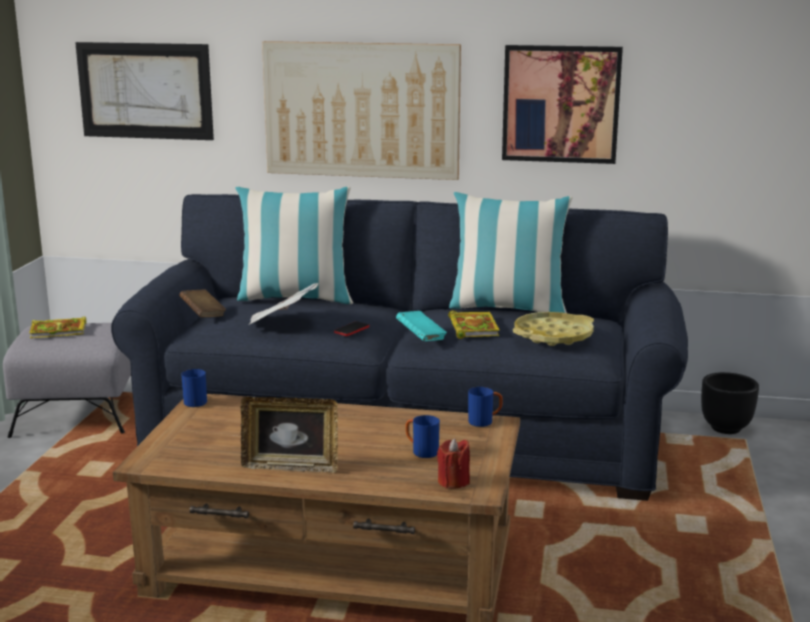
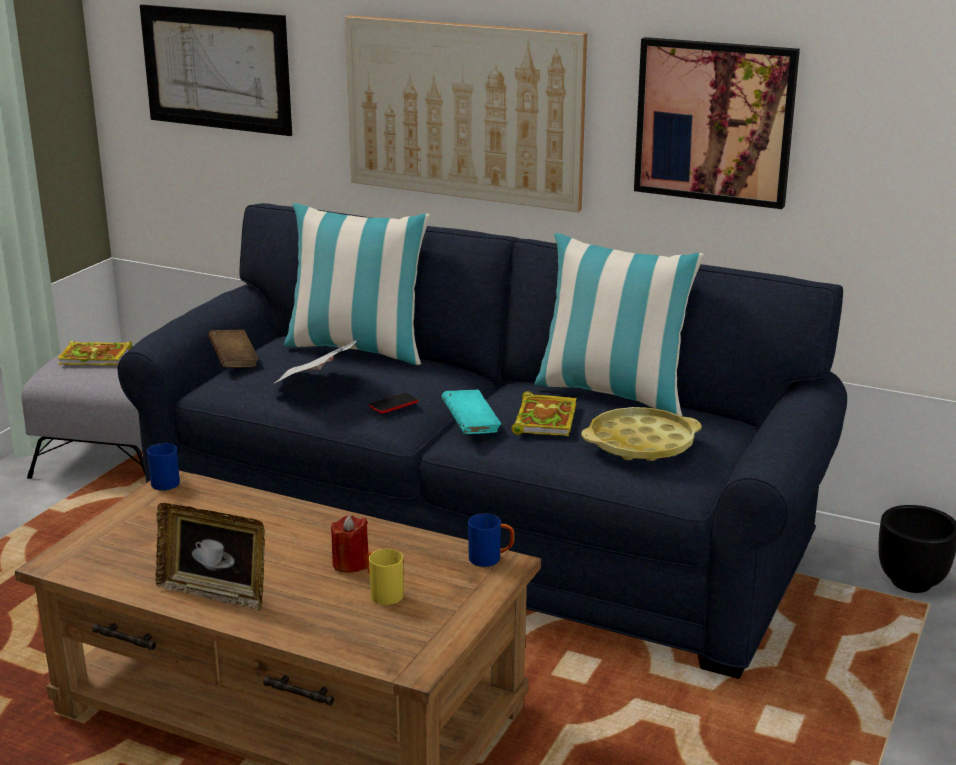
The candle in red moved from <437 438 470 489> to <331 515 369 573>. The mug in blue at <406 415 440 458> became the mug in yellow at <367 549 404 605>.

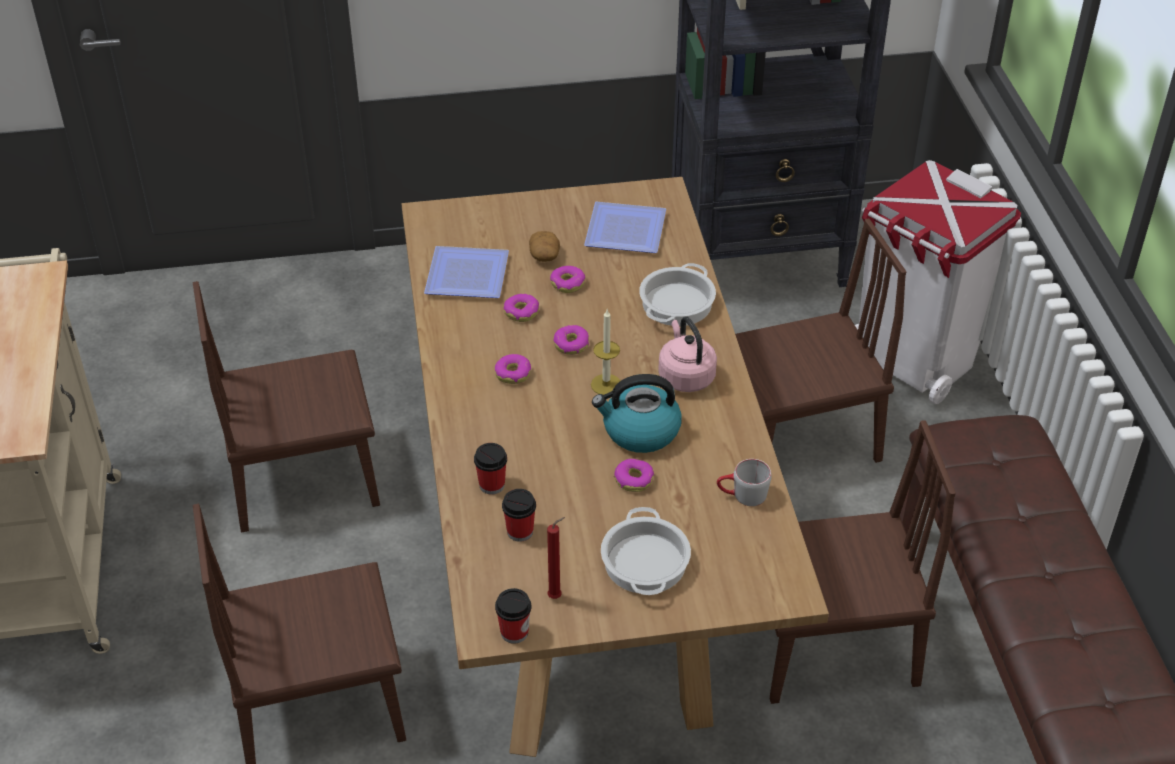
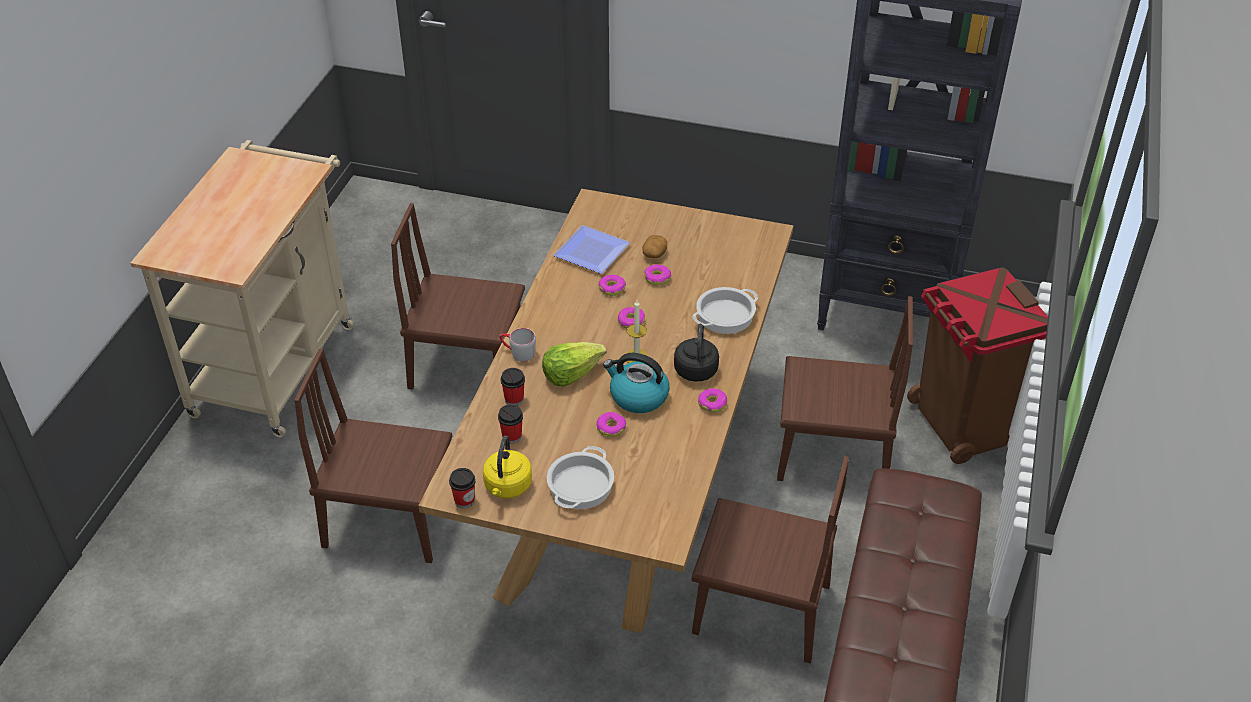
The plate at <584 201 666 253> disappeared. The lettuce at <542 342 607 387> appeared. The donut moved from <495 354 531 384> to <698 388 727 413>. The mug in grey moved from <717 459 772 506> to <500 328 536 362>. The candle in red at <547 517 565 599> was replaced by the kettle in yellow at <483 436 532 498>. The kettle in pink at <658 317 717 392> became the kettle in black at <674 324 719 382>. The trash can in white at <855 160 1021 404> became the trash can in brown at <907 267 1048 464>.

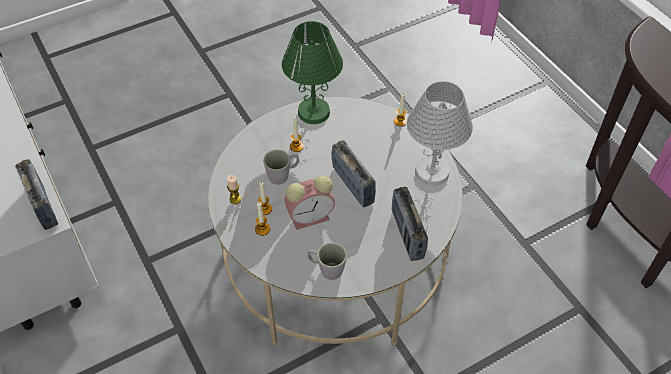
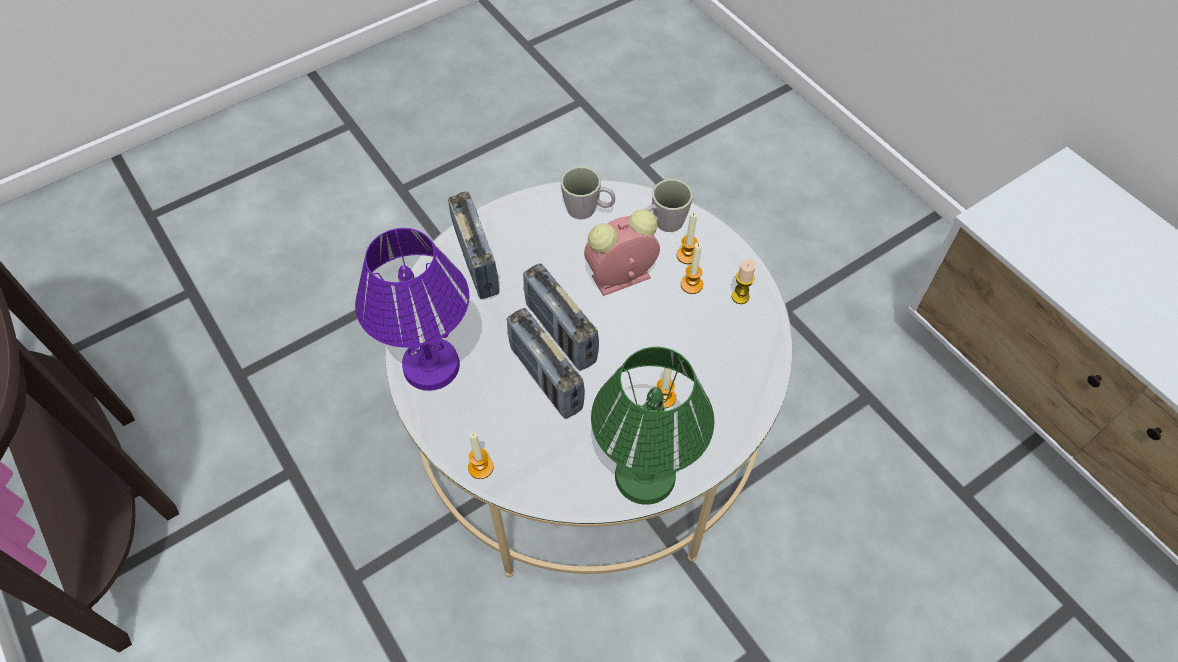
The radio moved from <15 159 58 230> to <507 308 585 419>. The mug in grey moved from <263 150 299 185> to <645 179 693 232>. The table lamp in white at <407 81 473 186> became the table lamp in purple at <355 228 469 391>.

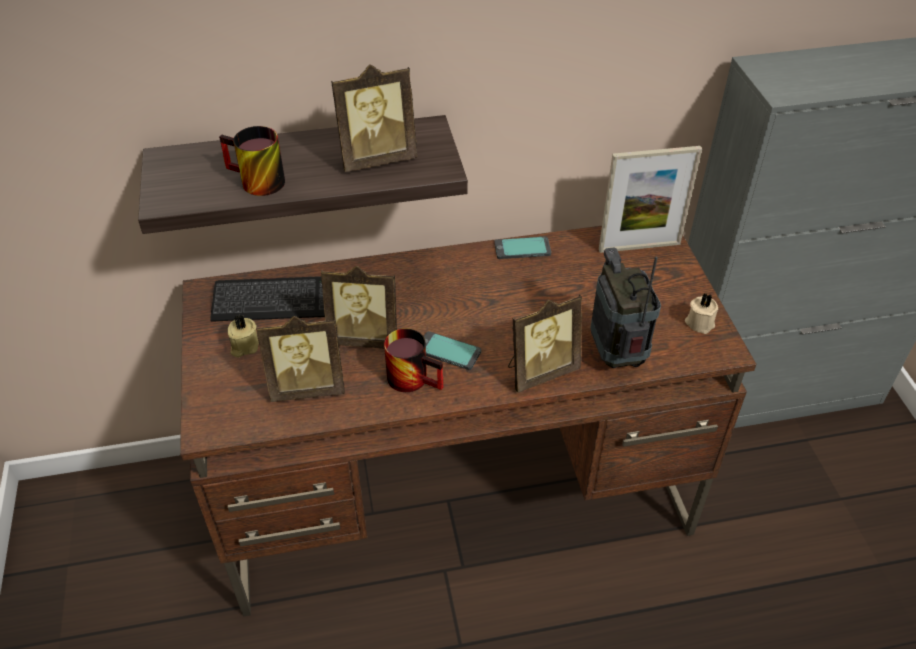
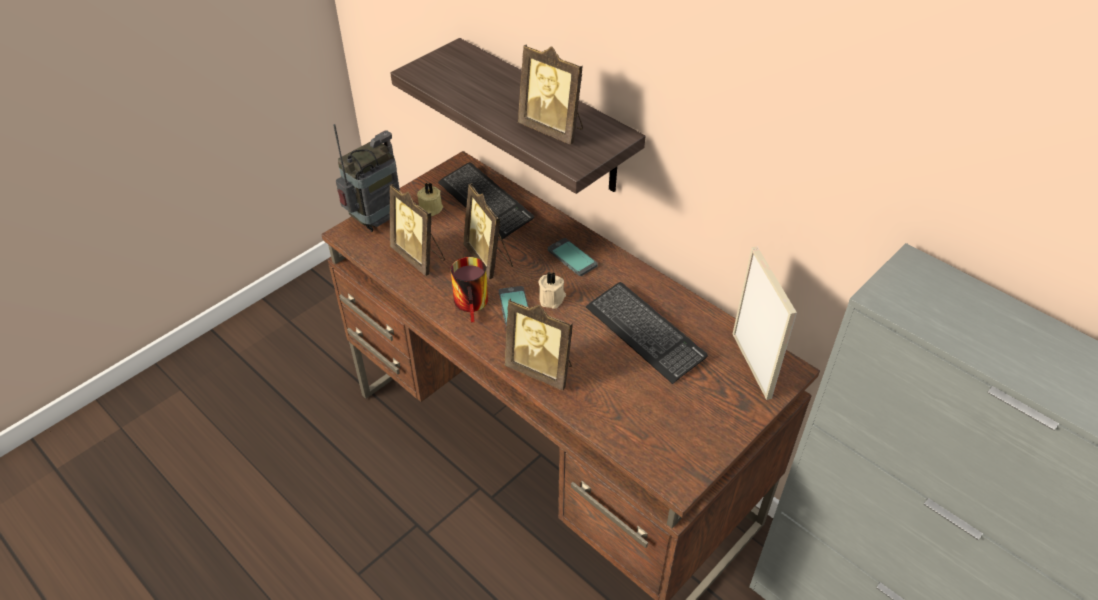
The mug at <219 126 285 196> disappeared. The keyboard at <586 282 708 384> appeared. The phone moved from <494 237 551 259> to <548 238 598 276>. The radio moved from <591 247 661 368> to <333 124 400 232>. The candle in beige moved from <685 294 718 334> to <539 272 566 309>. The picture frame at <599 146 702 253> turned 150 degrees counterclockwise.

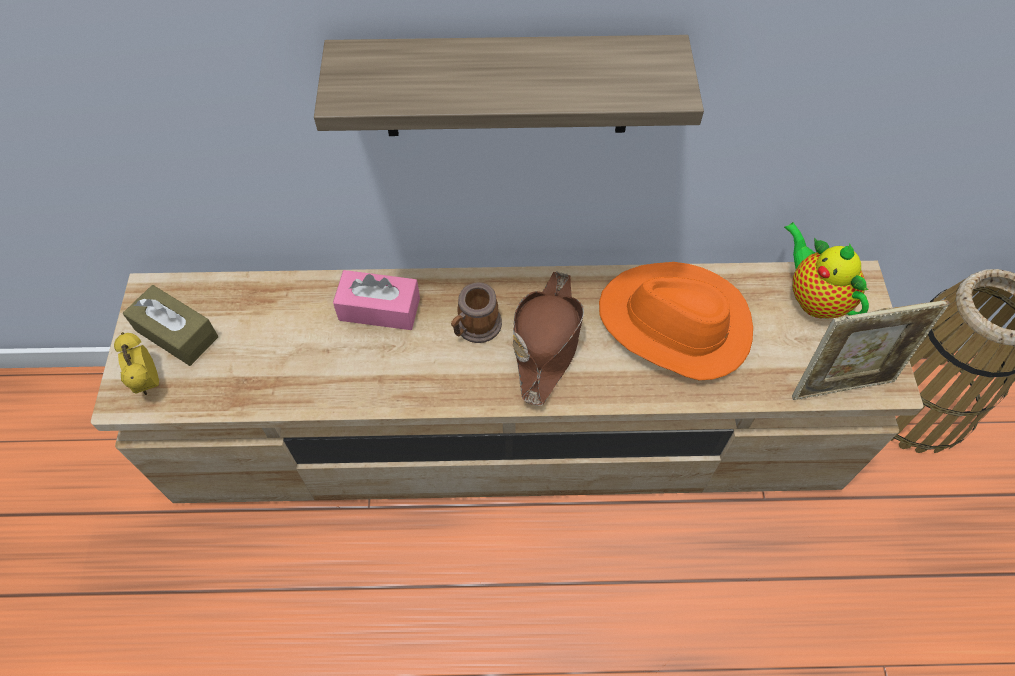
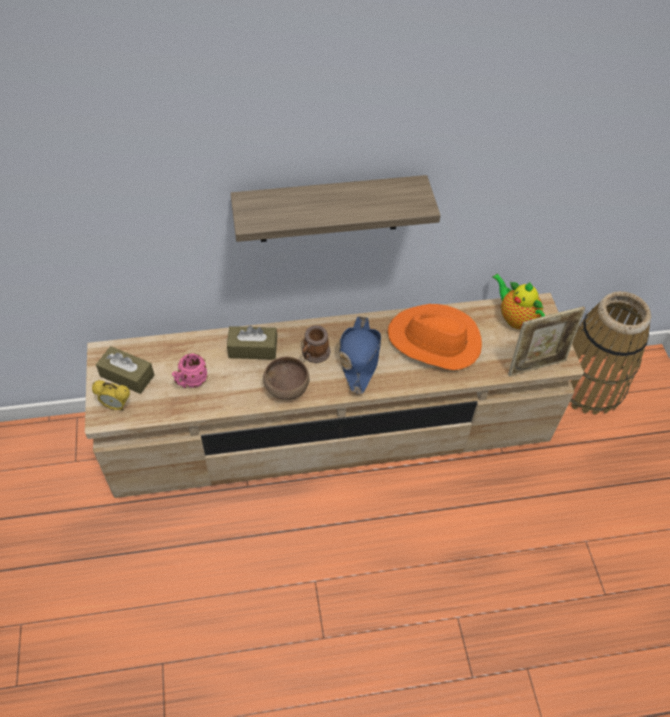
The mug in pink at <172 353 208 388> appeared. The bowl in brown at <263 357 309 400> appeared. The tissue box in pink at <333 270 420 330> became the tissue box in brown at <227 326 277 360>. The hat in brown at <513 271 584 406> became the hat in blue at <339 316 382 394>. The alarm clock at <114 332 159 395> turned 45 degrees counterclockwise.

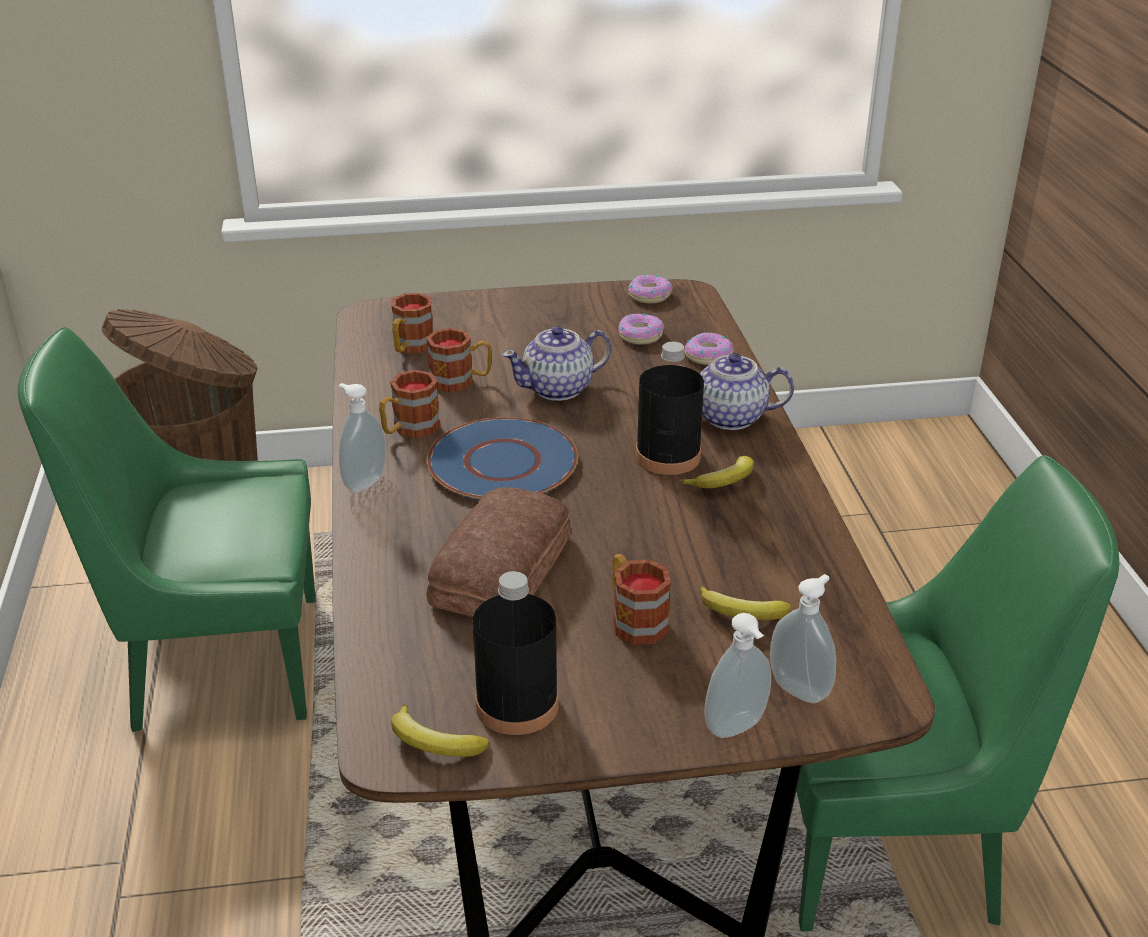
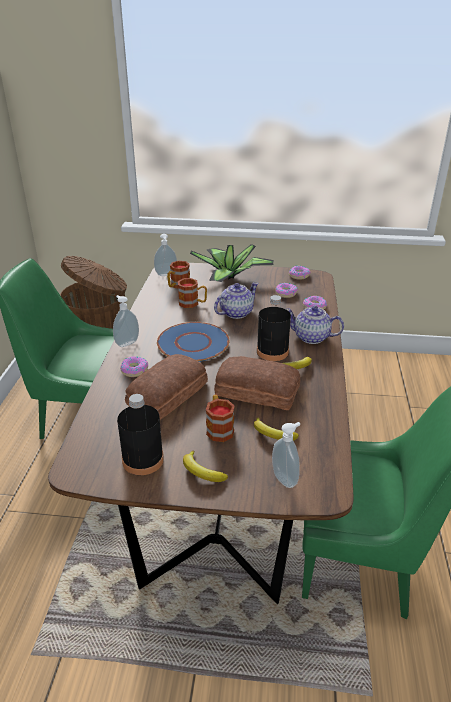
The mug at <379 370 440 438> disappeared. The donut at <120 356 148 377> appeared. The potted plant at <190 244 274 282> appeared. The bread at <214 356 300 410> appeared. The banana moved from <391 704 490 757> to <183 450 228 482>. The soap dispenser moved from <704 613 771 738> to <154 234 177 276>. The teapot at <502 326 611 401> turned 150 degrees clockwise.

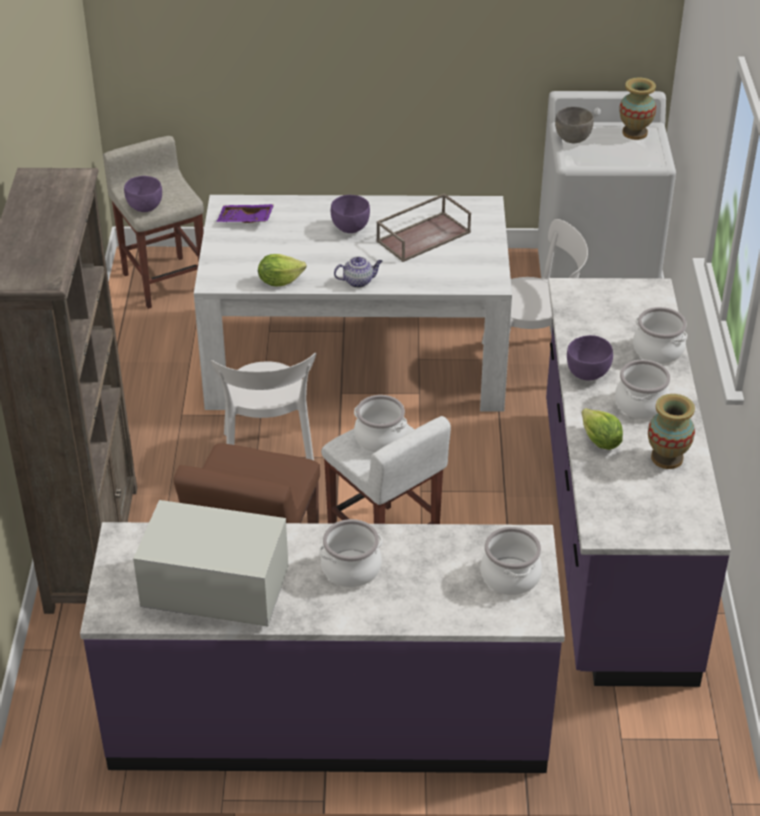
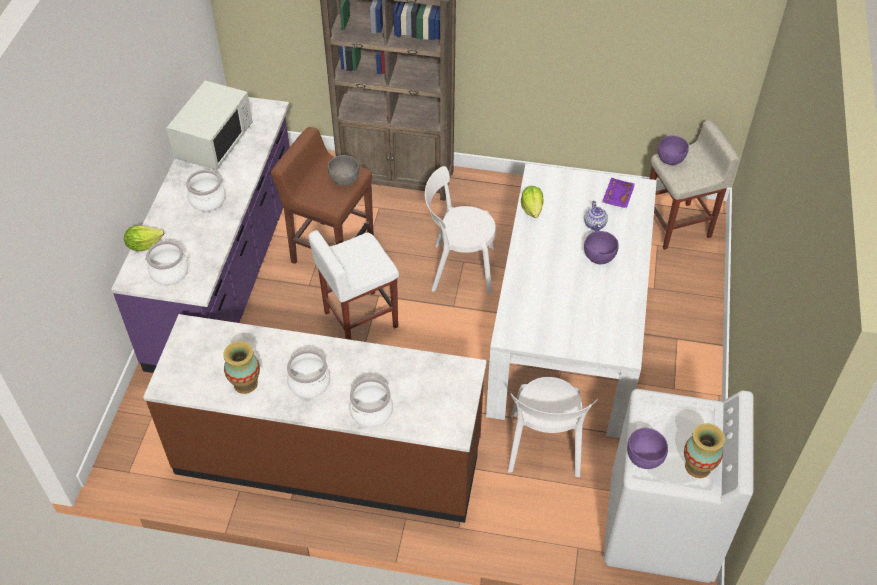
The cooking pot at <354 395 407 452> disappeared. The tray in brown at <376 193 471 262> disappeared. The teapot moved from <334 257 383 288> to <584 201 608 231>. The bowl in grey moved from <555 107 594 143> to <328 155 359 186>. The bowl in purple moved from <567 335 613 380> to <627 428 668 469>. The lettuce moved from <582 408 623 450> to <124 225 164 251>. The counter in purple at <546 278 731 687> became the counter in brown at <143 314 487 523>.

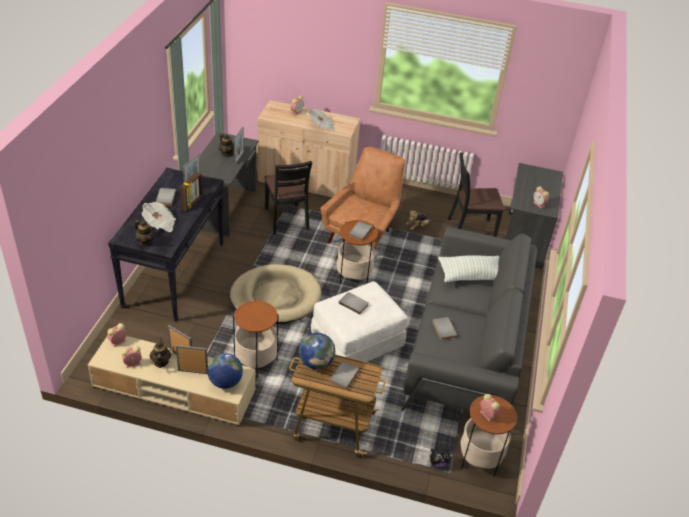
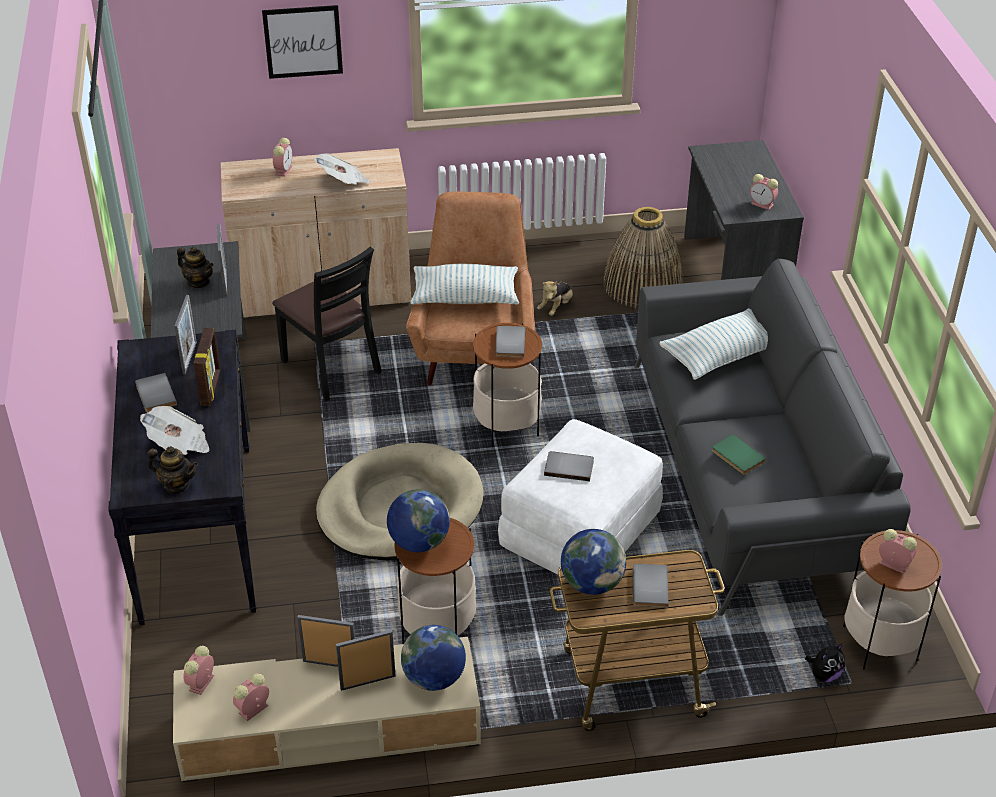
The teapot at <150 338 171 368> disappeared. The picture at <262 5 343 79> appeared. The globe at <387 489 450 552> appeared. The pillow at <410 264 519 305> appeared. The chair in black at <448 152 505 237> was replaced by the basket at <603 207 683 308>. The book in grey at <432 317 458 340> became the book in green at <712 434 766 475>.

